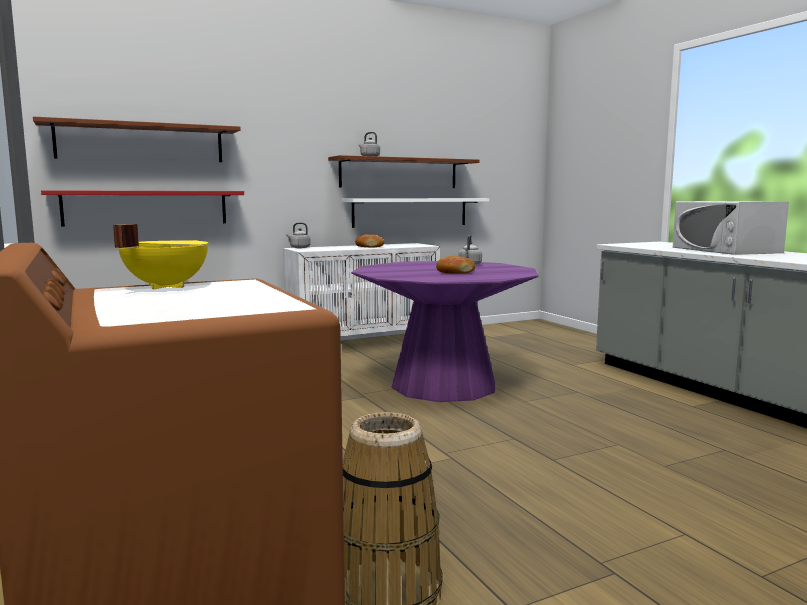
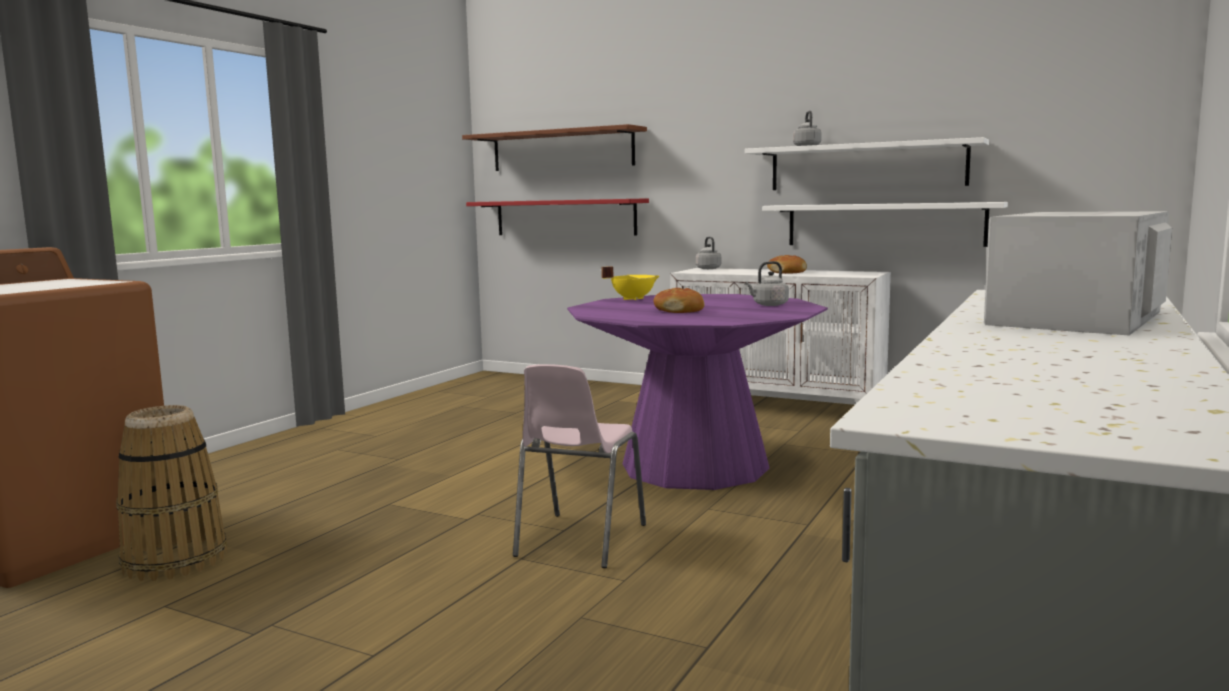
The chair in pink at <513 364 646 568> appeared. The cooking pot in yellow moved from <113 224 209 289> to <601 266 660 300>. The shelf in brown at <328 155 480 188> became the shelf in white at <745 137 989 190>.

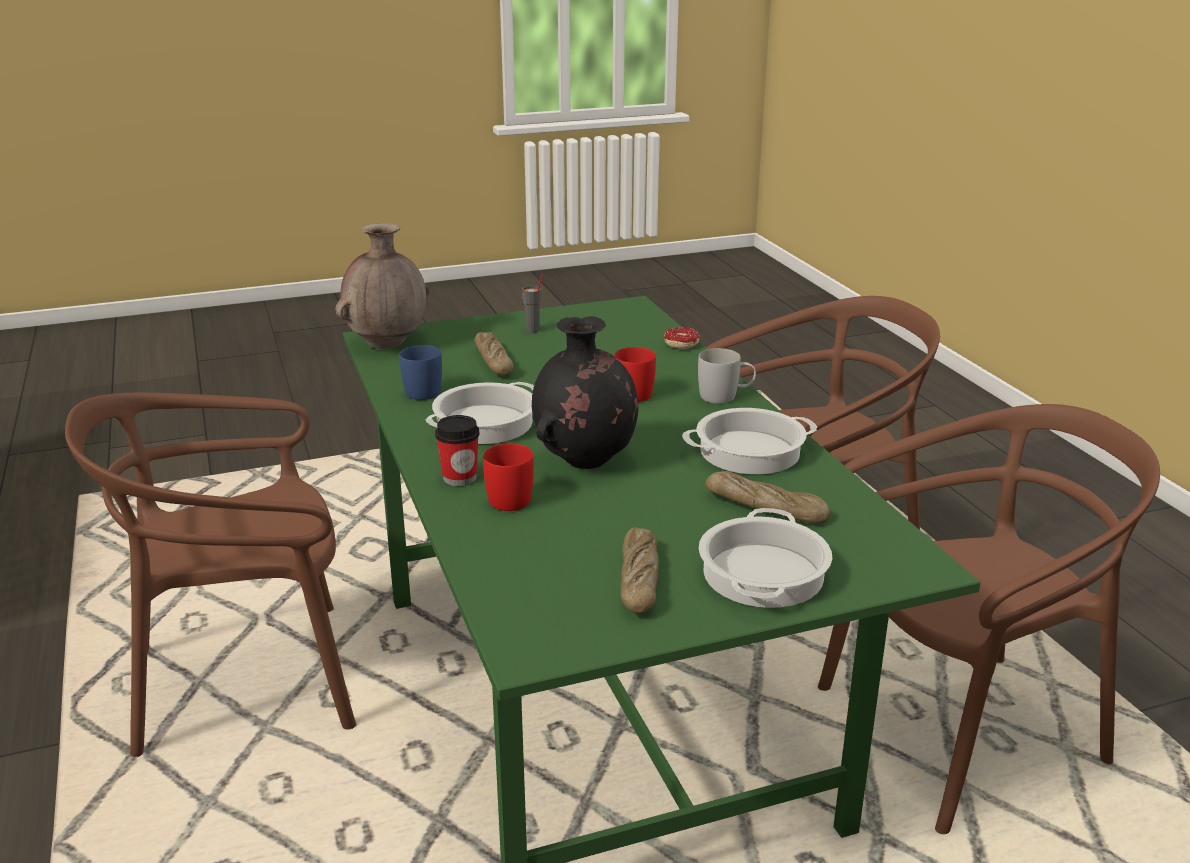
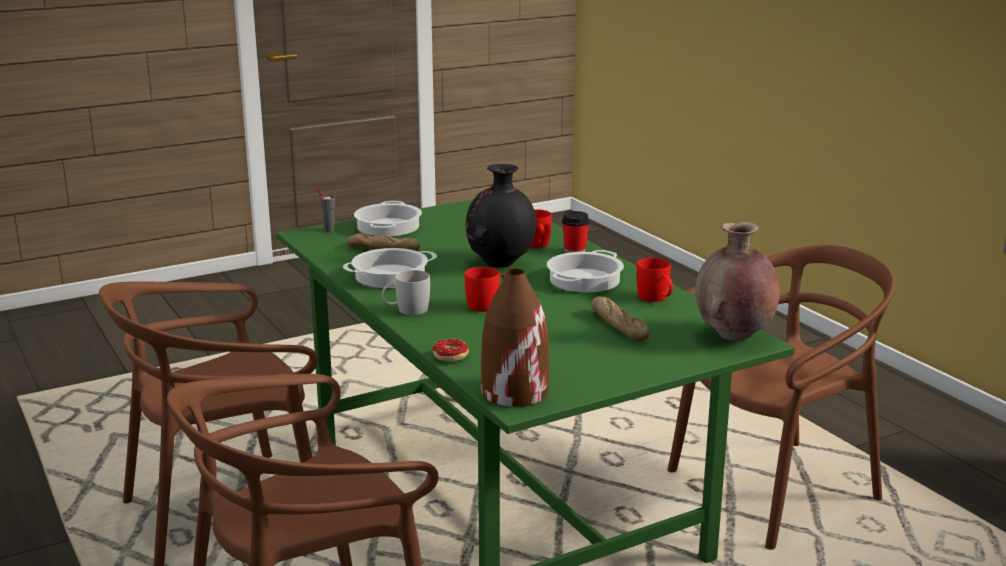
The bread at <621 527 659 613> disappeared. The vase in brown at <481 269 549 407> appeared. The cup in grey moved from <522 273 543 333> to <318 188 335 232>. The mug in blue at <399 345 442 400> became the mug in red at <636 258 673 302>.

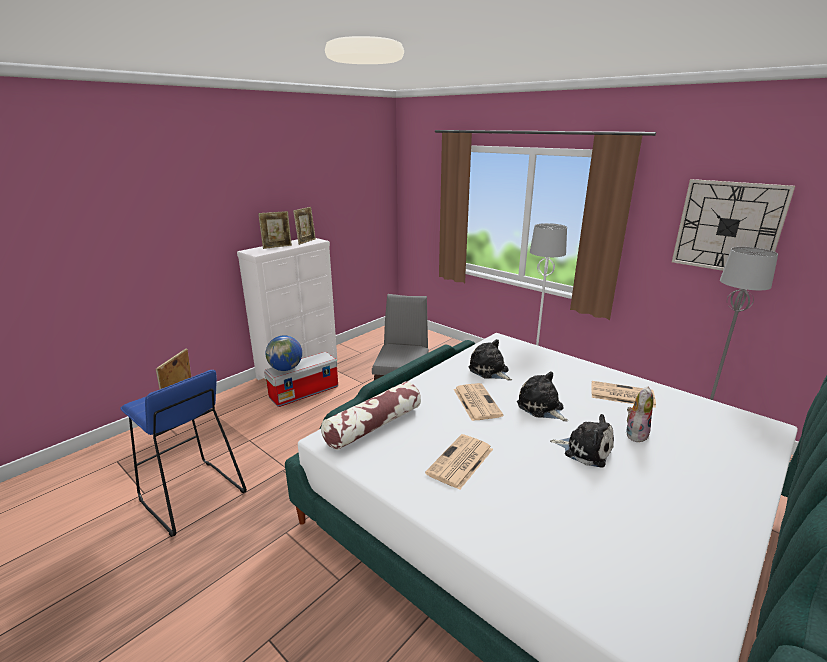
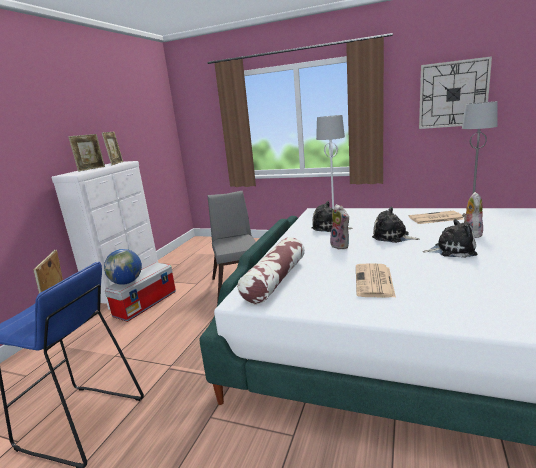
The newspaper at <454 383 503 421> was replaced by the plush toy at <330 204 349 249>.

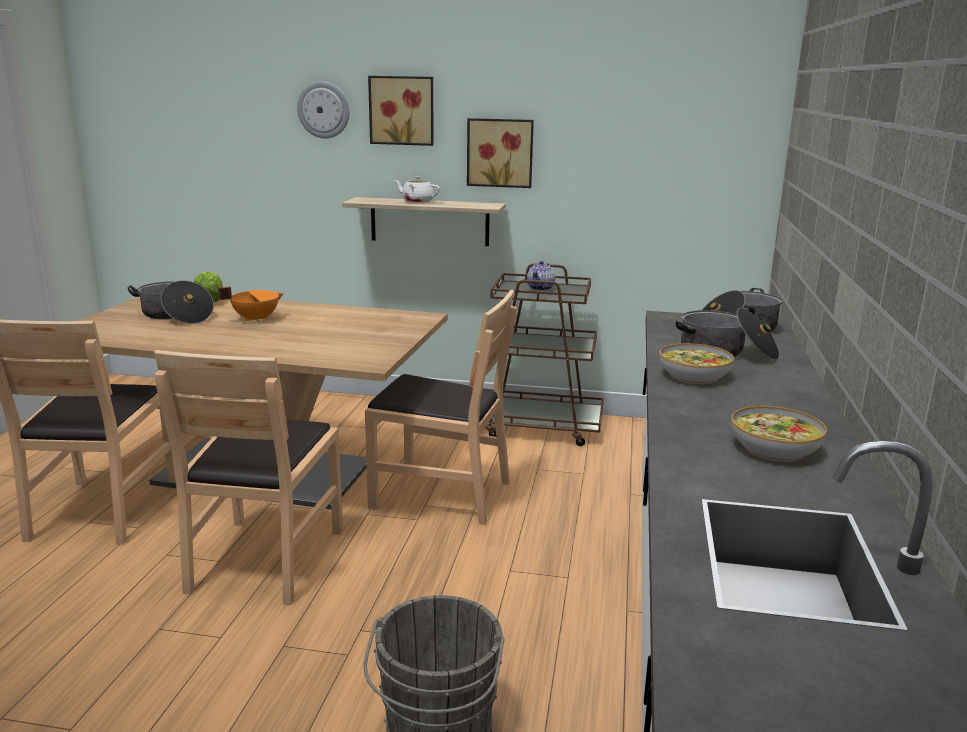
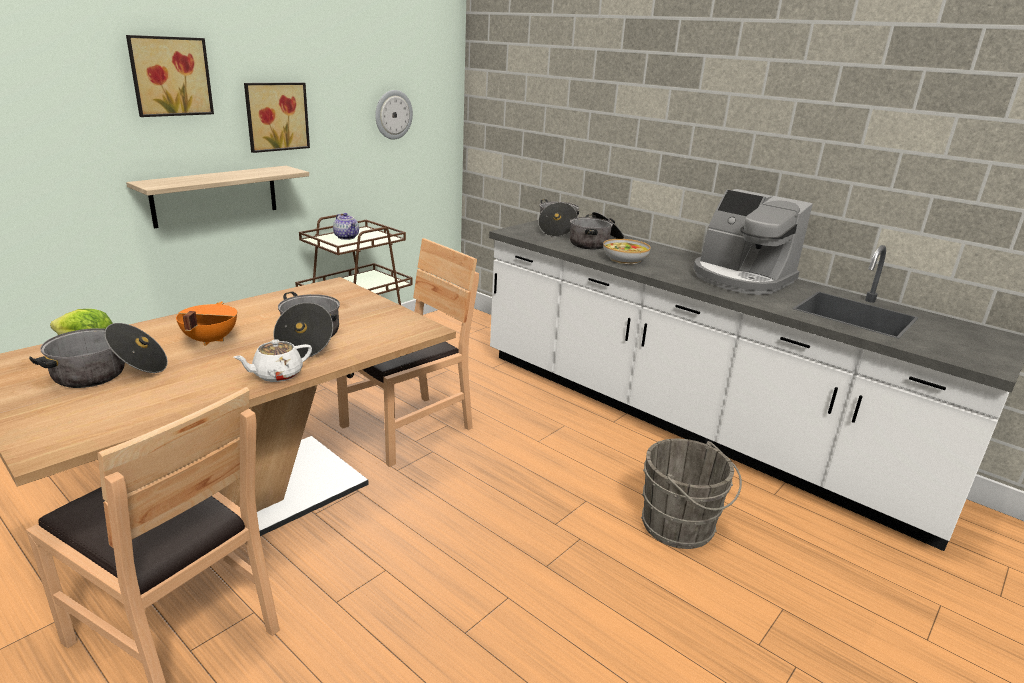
The chair in brown at <154 350 343 605> disappeared. The cooking pot at <273 292 340 359> appeared. The wall clock moved from <297 81 350 139> to <375 90 413 139>. The teapot in white moved from <394 176 440 203> to <233 339 312 382>. The bowl at <731 406 827 462> was replaced by the coffee machine at <694 189 813 295>.

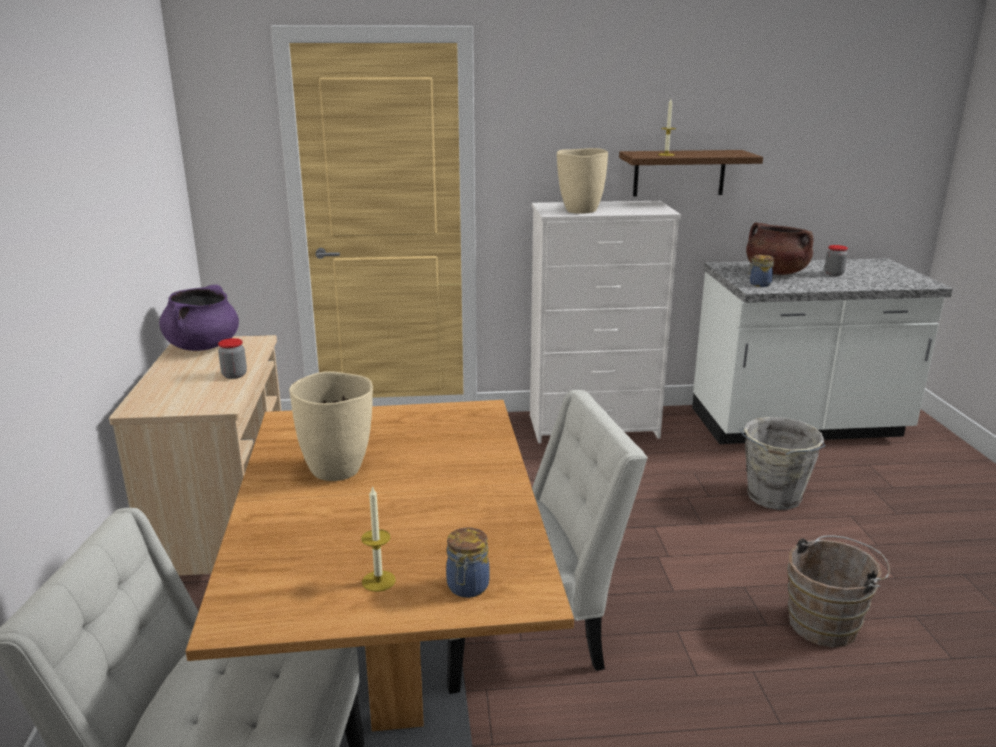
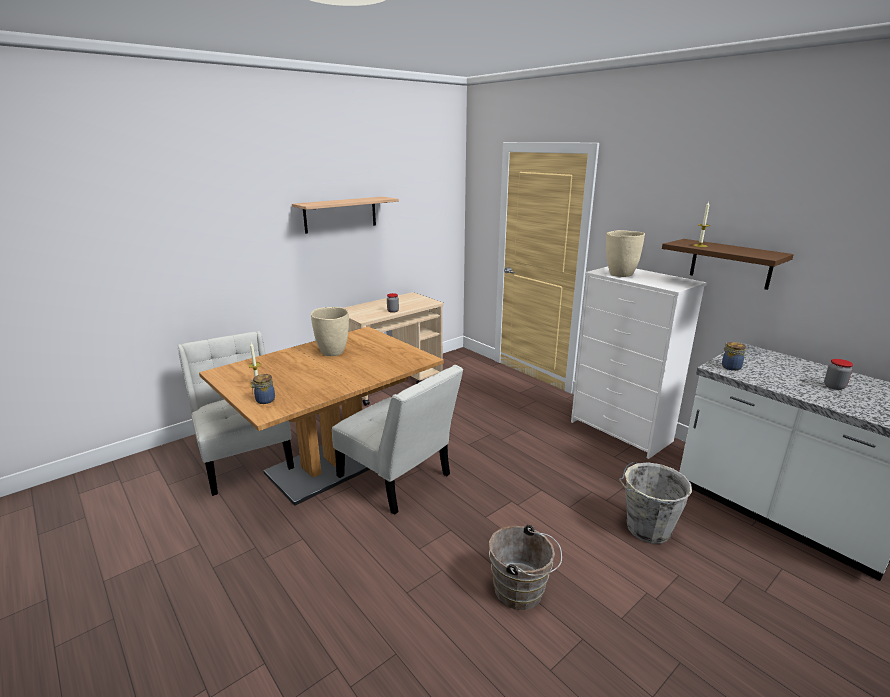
The cooking pot in purple at <159 285 239 351> disappeared. The cooking pot in brown at <746 222 814 275> disappeared. The shelf at <292 197 399 234> appeared.

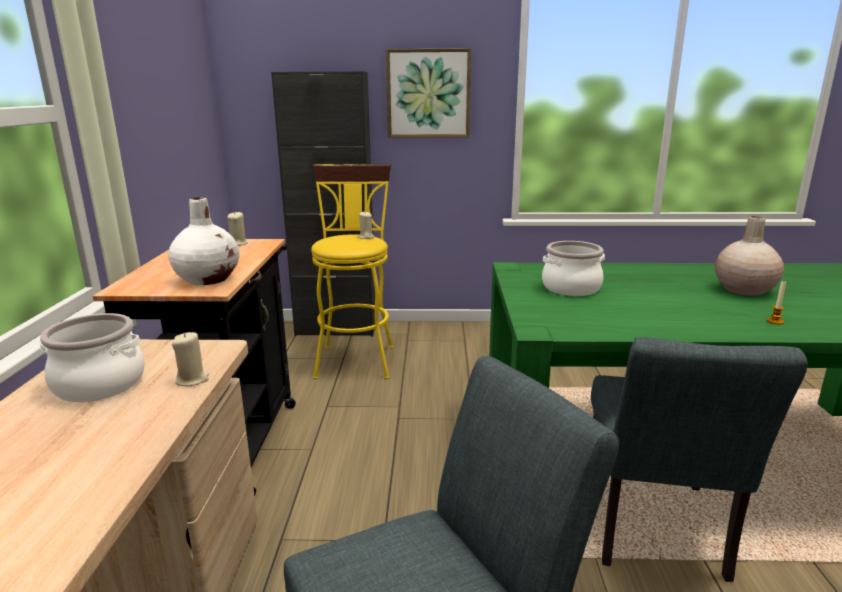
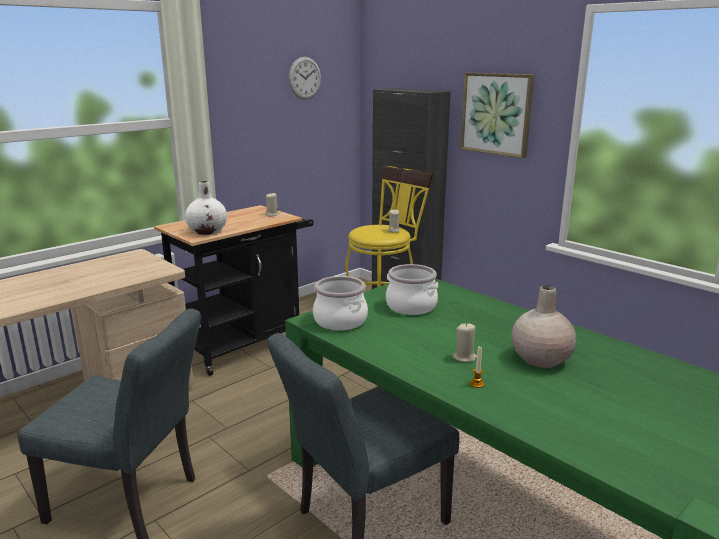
The wall clock at <289 57 321 100> appeared. The cooking pot moved from <40 313 145 402> to <313 276 368 330>. The candle in beige moved from <172 332 209 386> to <453 323 477 362>.

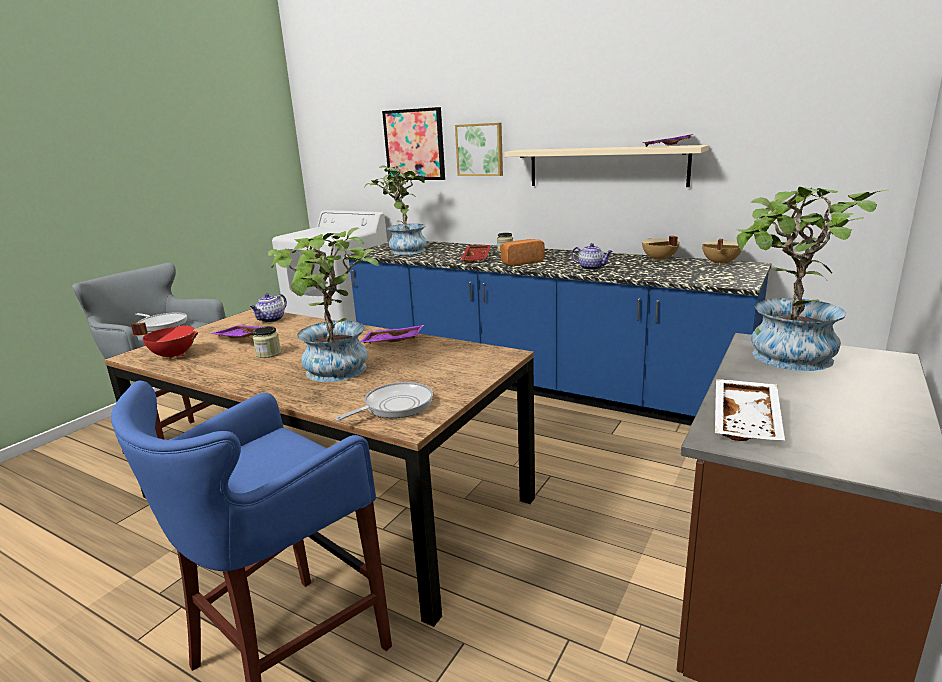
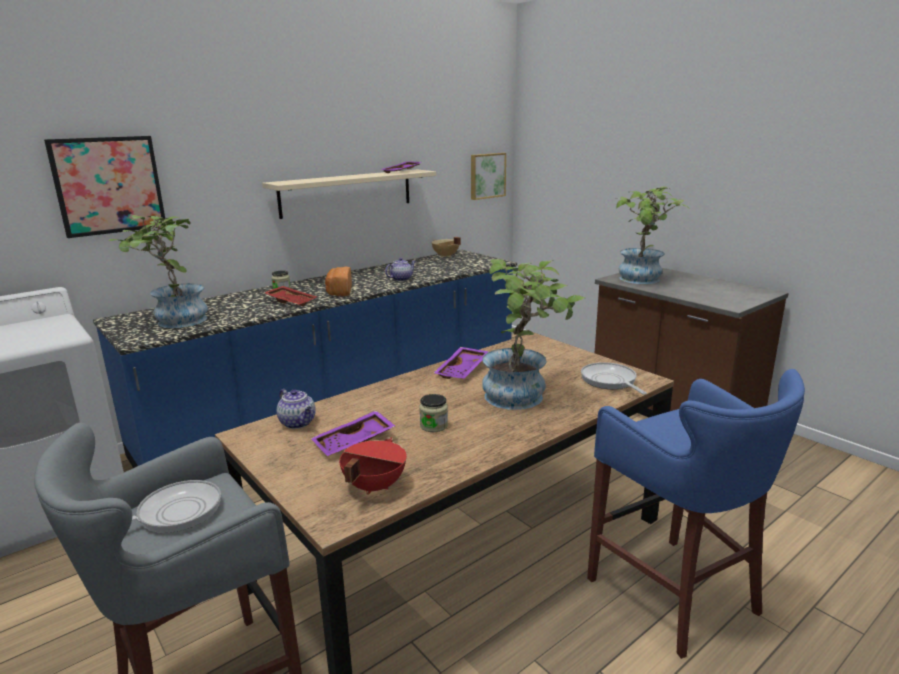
The cooking pot in beige at <642 235 680 262> disappeared. The tray in white at <715 379 785 441> disappeared. The picture moved from <455 123 503 176> to <471 153 506 200>.

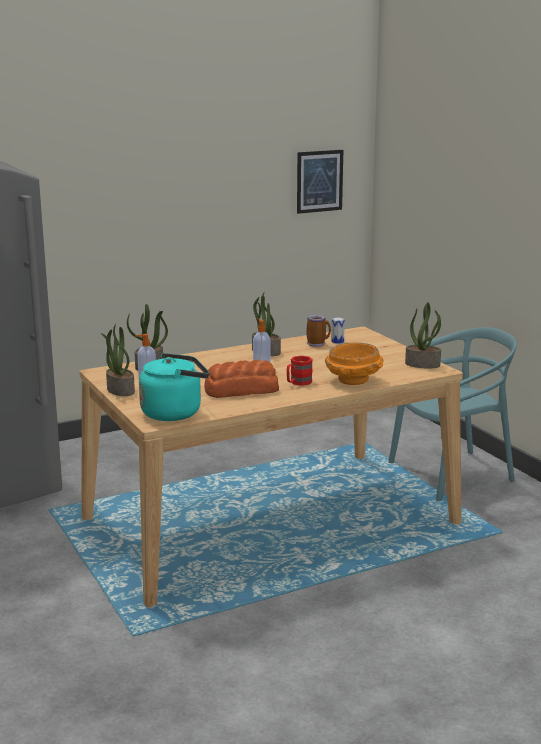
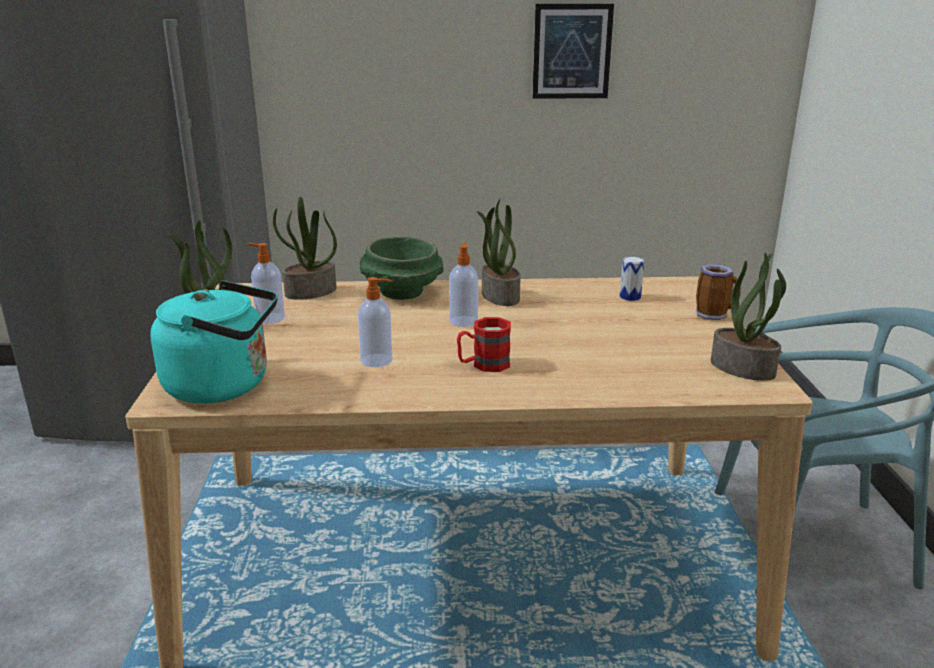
The bowl in orange at <325 343 383 385> disappeared. The bowl in green at <360 237 444 300> appeared. The picture moved from <297 150 343 214> to <533 4 614 99>. The mug moved from <307 315 331 347> to <695 264 741 320>. The bread at <204 360 279 398> was replaced by the soap dispenser at <358 277 392 367>.

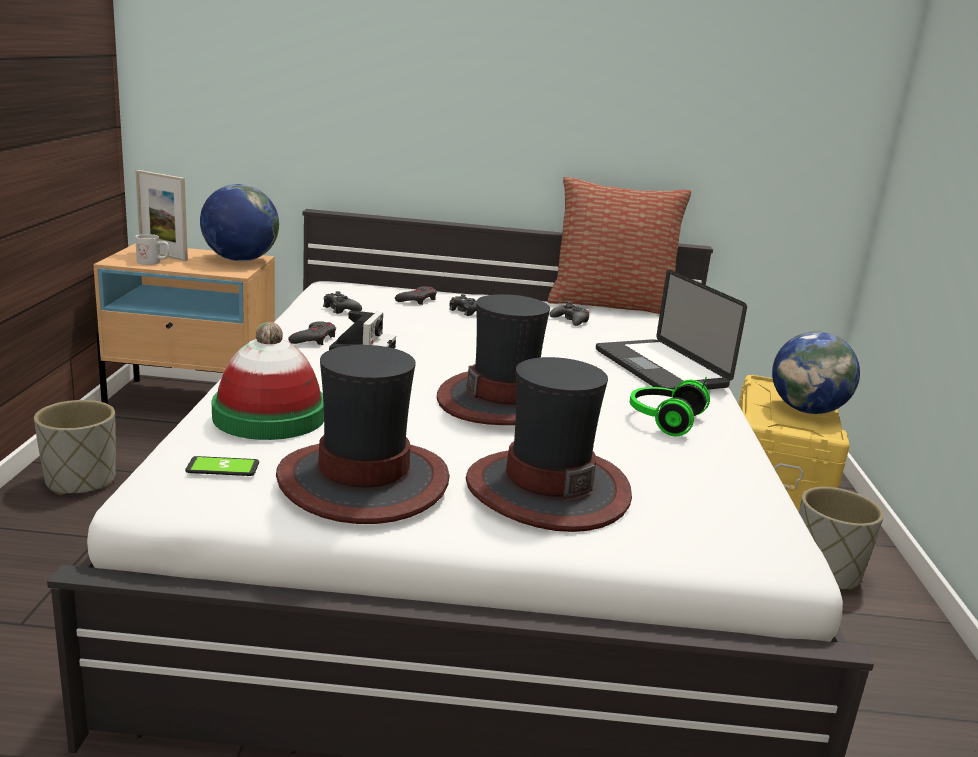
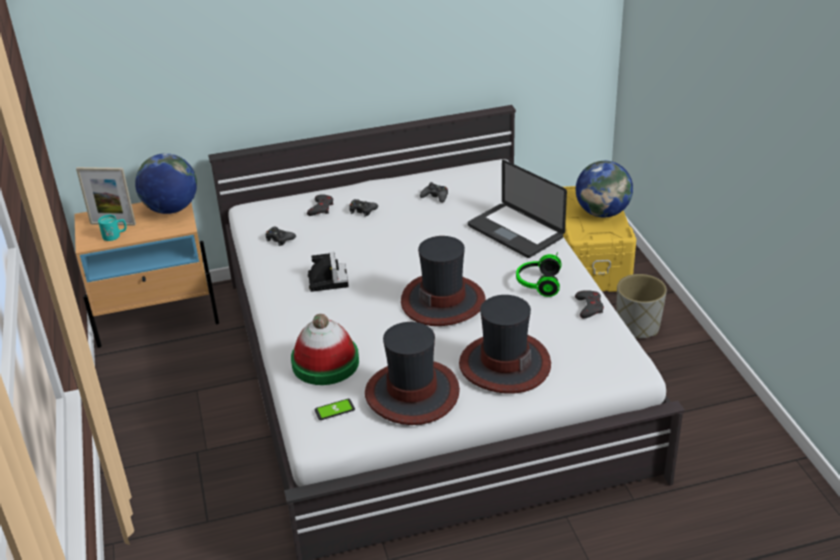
The planter in grey at <34 400 116 496> disappeared. The pillow at <548 177 691 314> disappeared. The game controller in grey moved from <288 321 336 345> to <575 290 604 319>. The mug in white at <135 234 169 265> became the mug in turquoise at <98 215 127 241>.

